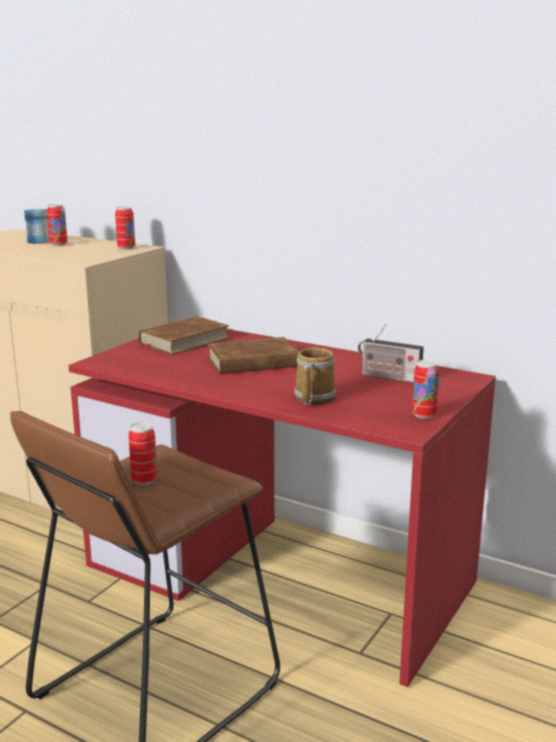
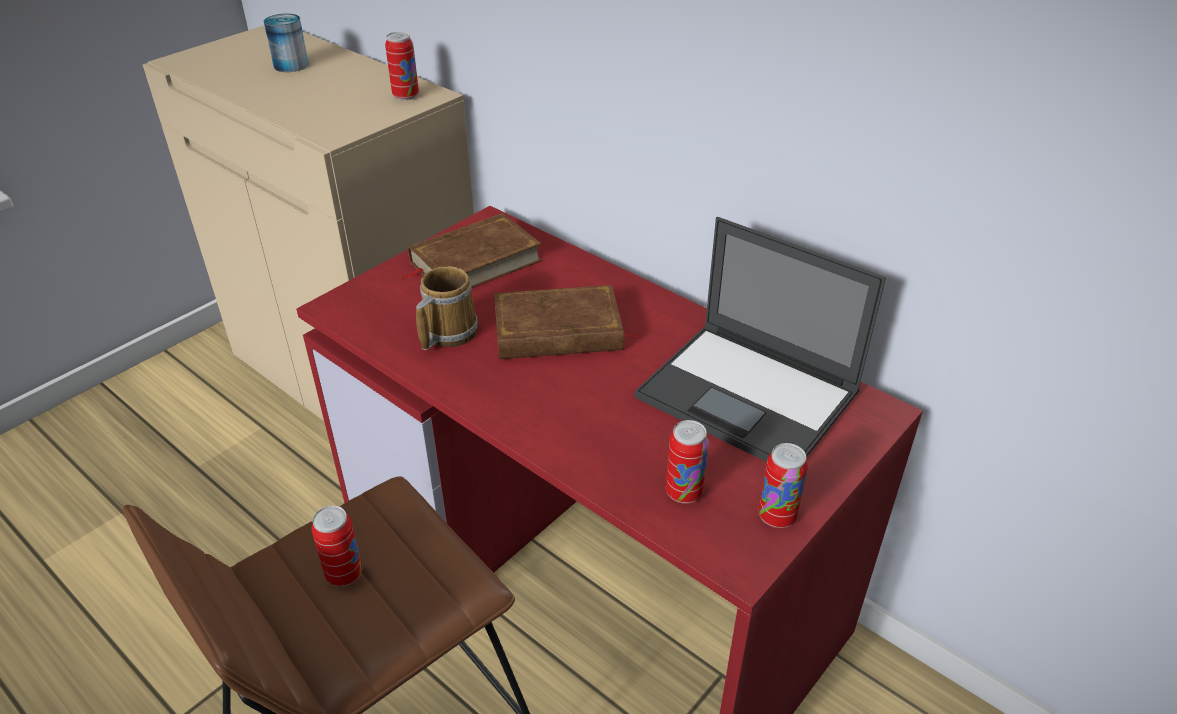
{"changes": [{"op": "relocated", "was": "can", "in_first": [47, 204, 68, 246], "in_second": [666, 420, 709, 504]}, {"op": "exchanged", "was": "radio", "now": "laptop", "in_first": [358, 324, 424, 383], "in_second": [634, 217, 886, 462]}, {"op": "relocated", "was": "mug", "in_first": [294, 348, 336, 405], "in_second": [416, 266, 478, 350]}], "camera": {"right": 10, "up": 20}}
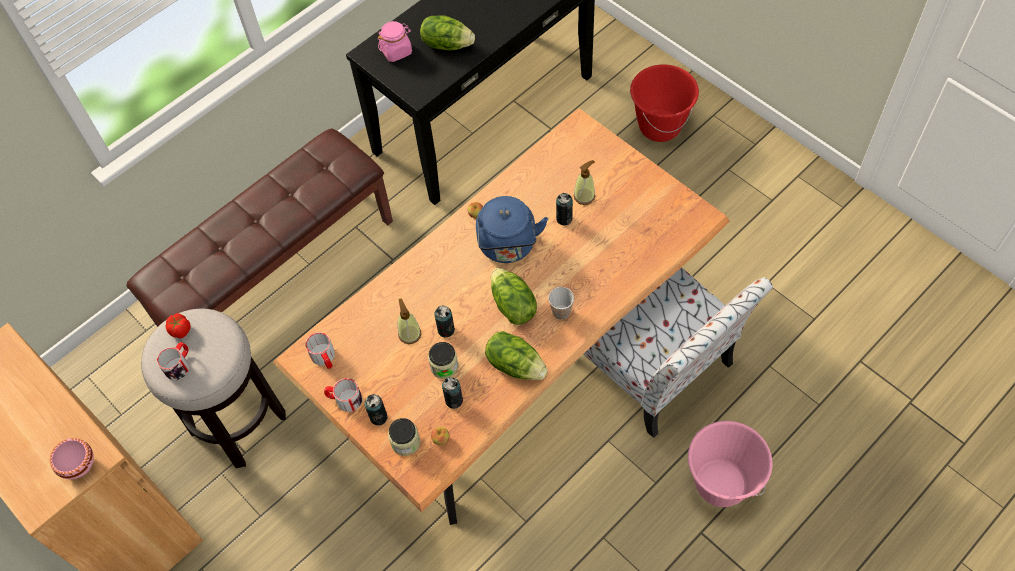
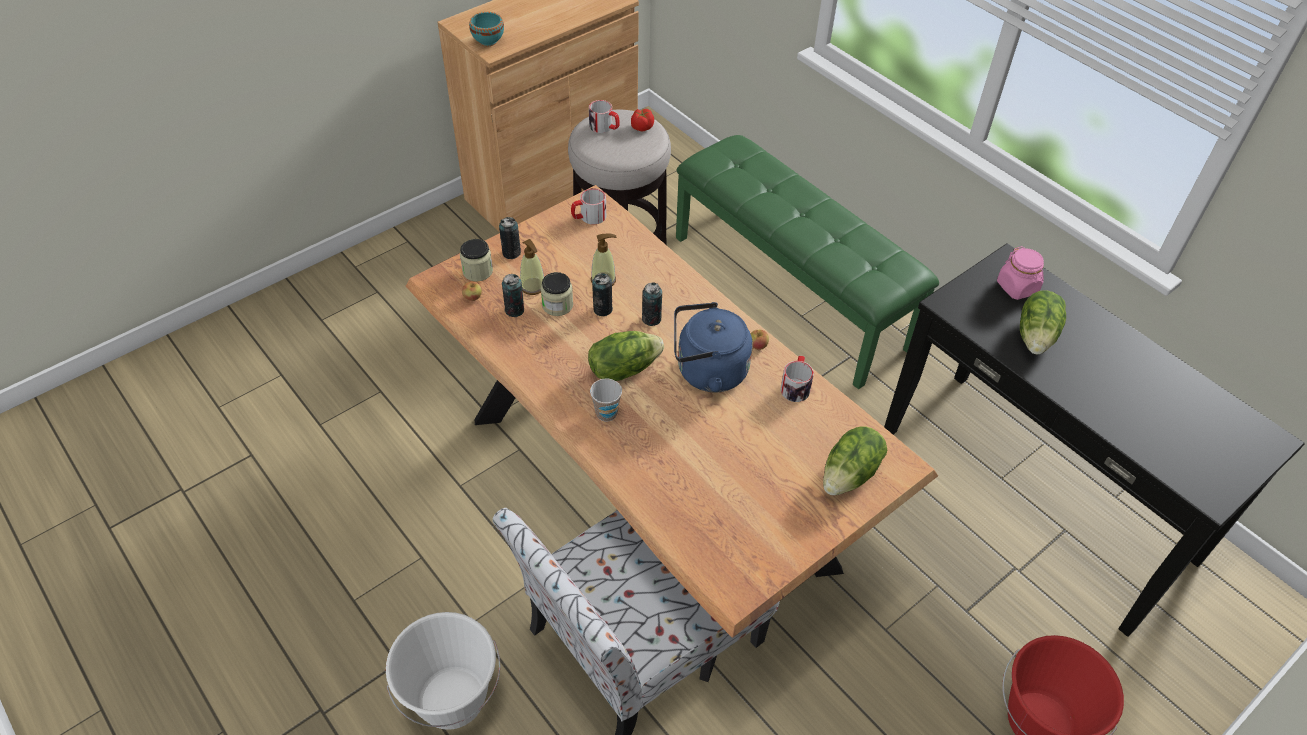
{"changes": [{"op": "colour", "was": "brown bench", "now": "green bench", "in_first": [126, 128, 393, 327], "in_second": [676, 135, 939, 389]}, {"op": "relocated", "was": "soap dispenser", "in_first": [574, 160, 595, 205], "in_second": [520, 239, 544, 295]}, {"op": "relocated", "was": "can", "in_first": [556, 193, 573, 226], "in_second": [642, 282, 662, 326]}, {"op": "relocated", "was": "lettuce", "in_first": [485, 331, 548, 380], "in_second": [823, 426, 887, 495]}, {"op": "relocated", "was": "mug", "in_first": [324, 378, 362, 412], "in_second": [781, 356, 814, 402]}, {"op": "colour", "was": "pink bucket", "now": "white bucket", "in_first": [688, 421, 772, 507], "in_second": [386, 612, 500, 730]}, {"op": "colour", "was": "pink bowl", "now": "turquoise bowl", "in_first": [50, 438, 94, 480], "in_second": [469, 12, 504, 46]}], "camera": {"right": 90, "up": -10}}
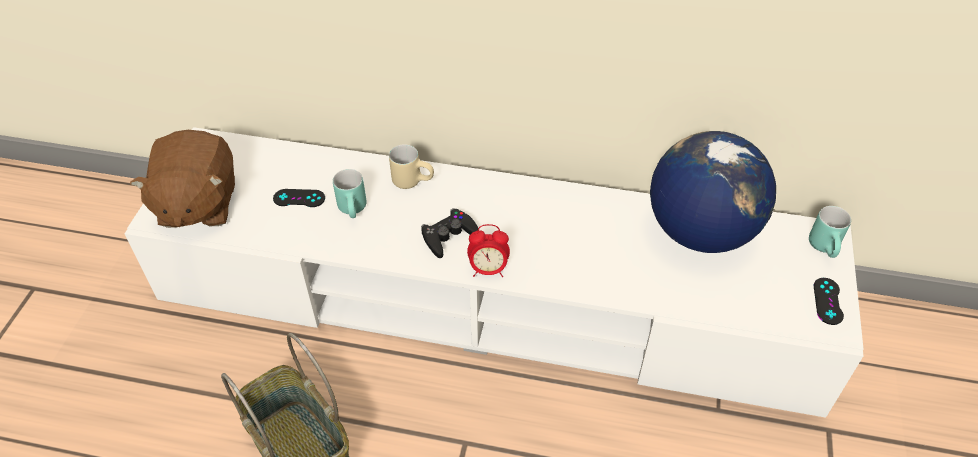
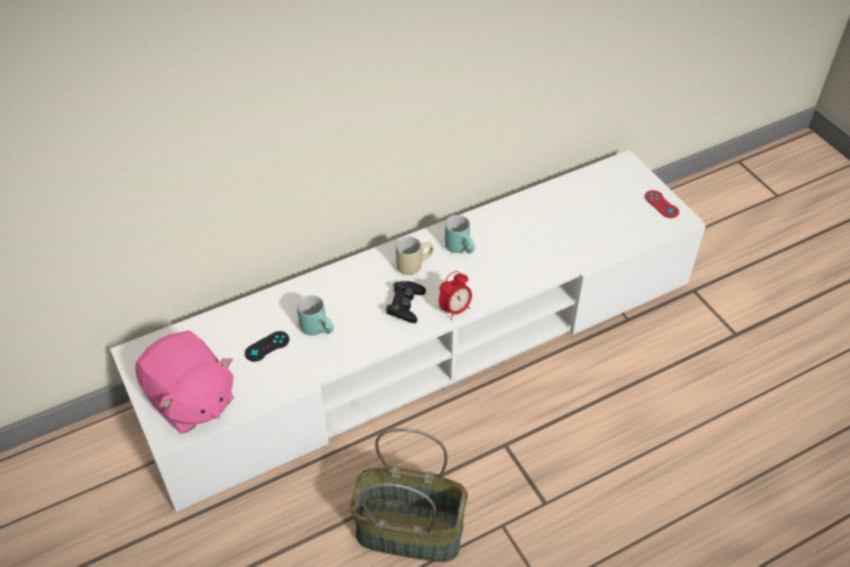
{"changes": [{"op": "colour", "was": "brown plush toy", "now": "pink plush toy", "in_first": [130, 130, 235, 228], "in_second": [135, 331, 234, 434]}, {"op": "missing", "was": "globe", "in_first": [650, 131, 776, 253]}, {"op": "relocated", "was": "beige mug", "in_first": [389, 144, 434, 189], "in_second": [396, 236, 434, 275]}, {"op": "relocated", "was": "turquoise mug", "in_first": [809, 206, 851, 258], "in_second": [444, 215, 475, 253]}, {"op": "colour", "was": "black game controller", "now": "red game controller", "in_first": [814, 278, 844, 325], "in_second": [645, 190, 679, 218]}], "camera": {"right": -40, "up": 0}}
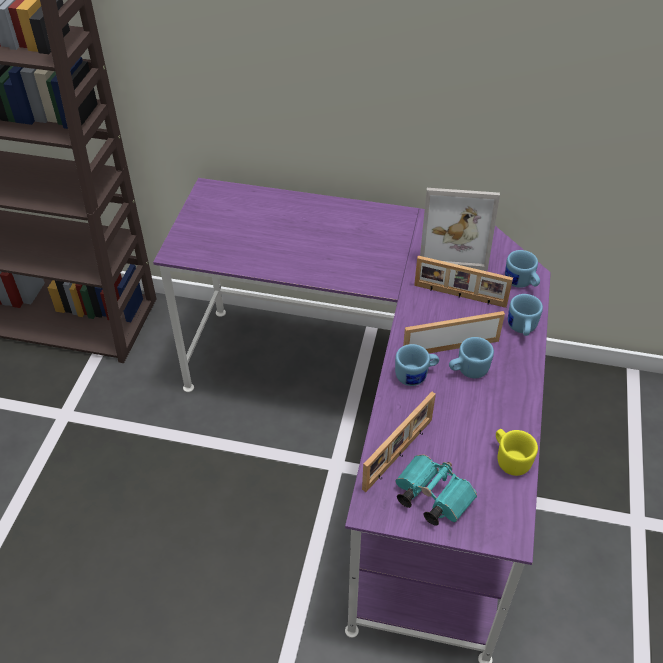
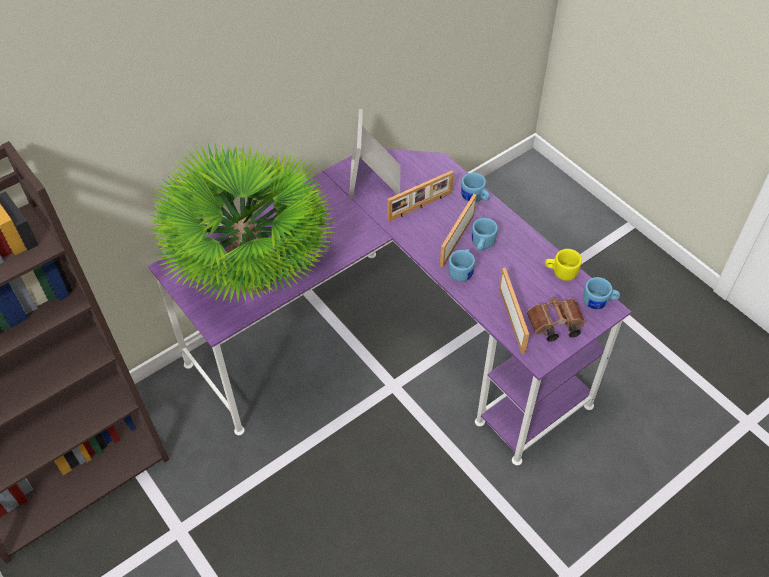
{"changes": [{"op": "spun", "was": "picture frame", "in_first": [420, 188, 500, 271], "in_second": [349, 109, 401, 199], "clockwise": 135}, {"op": "relocated", "was": "blue mug", "in_first": [505, 250, 540, 288], "in_second": [583, 277, 620, 310]}, {"op": "colour", "was": "turquoise binoculars", "now": "brown binoculars", "in_first": [396, 454, 477, 526], "in_second": [527, 297, 585, 342]}, {"op": "appeared", "now": "potted plant", "in_second": [150, 143, 336, 303]}], "camera": {"right": -50, "up": 5}}
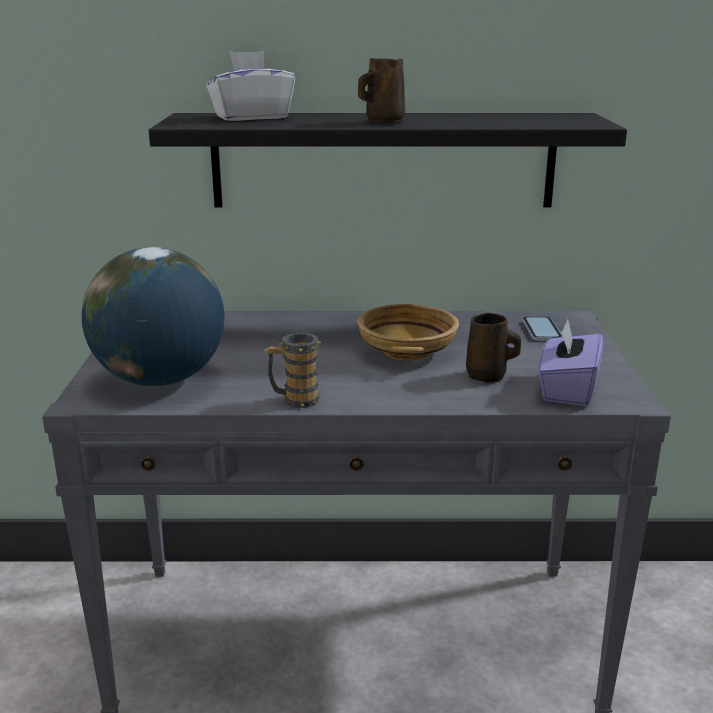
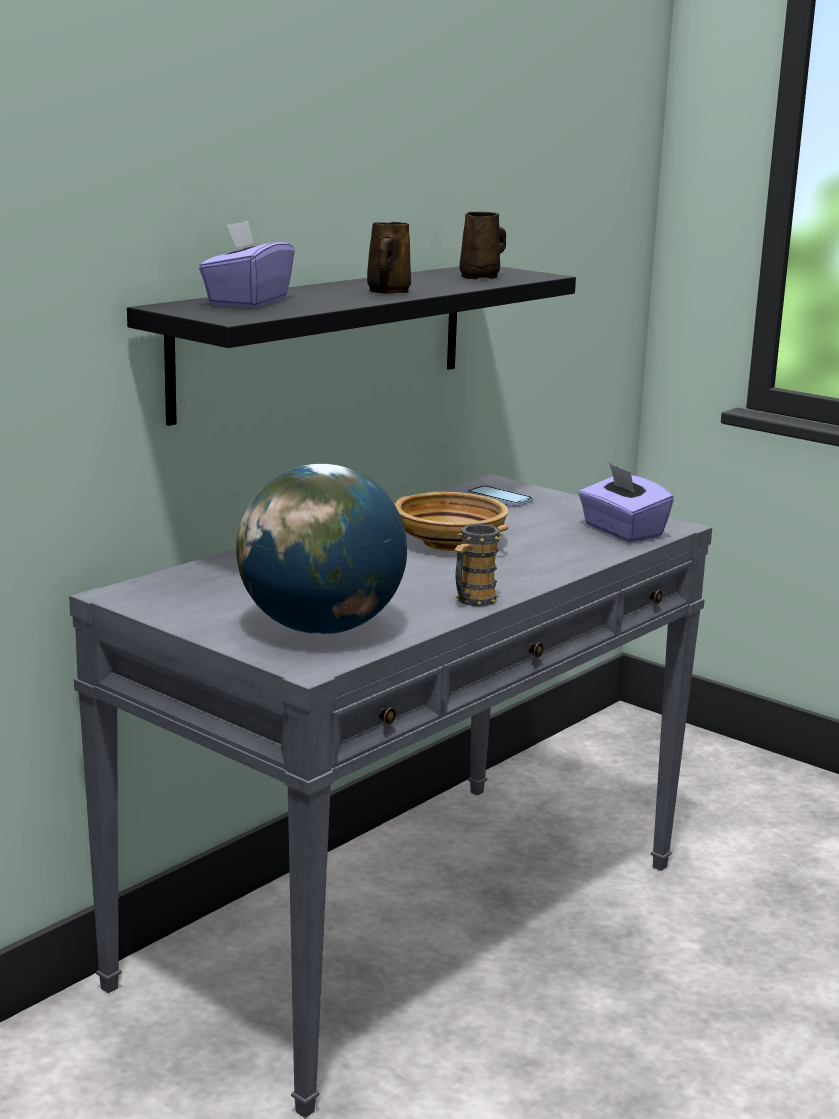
{"changes": [{"op": "colour", "was": "white tissue box", "now": "purple tissue box", "in_first": [206, 51, 295, 121], "in_second": [199, 221, 295, 308]}, {"op": "relocated", "was": "brown mug", "in_first": [466, 313, 521, 383], "in_second": [459, 212, 506, 279]}], "camera": {"right": -50, "up": -5}}
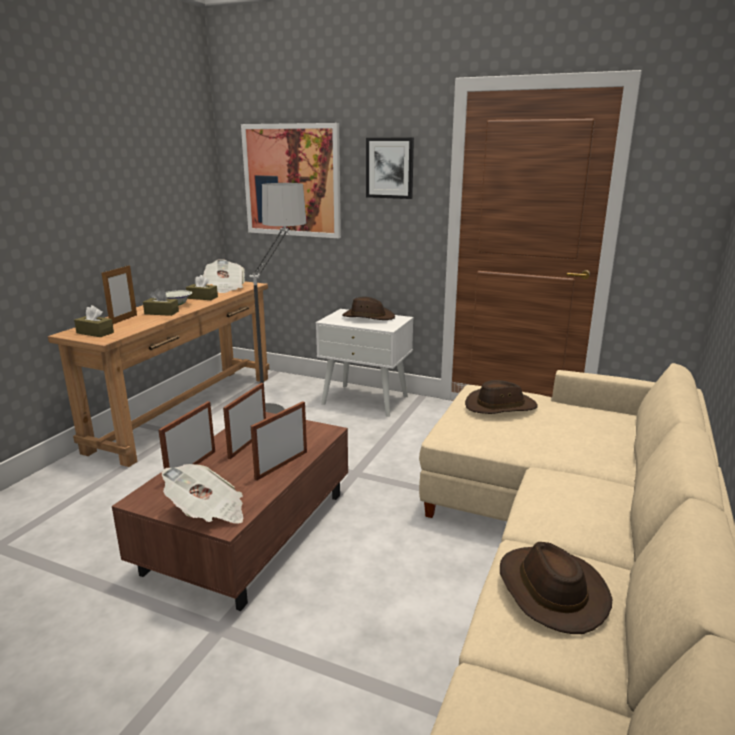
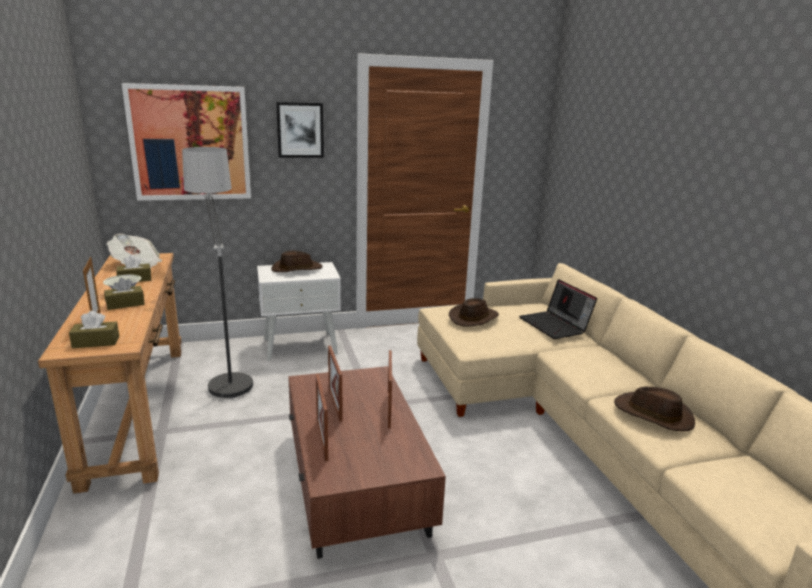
{"changes": [{"op": "missing", "was": "newspaper", "in_first": [161, 464, 243, 524]}, {"op": "appeared", "now": "laptop", "in_second": [519, 279, 597, 339]}], "camera": {"right": -40, "up": 0}}
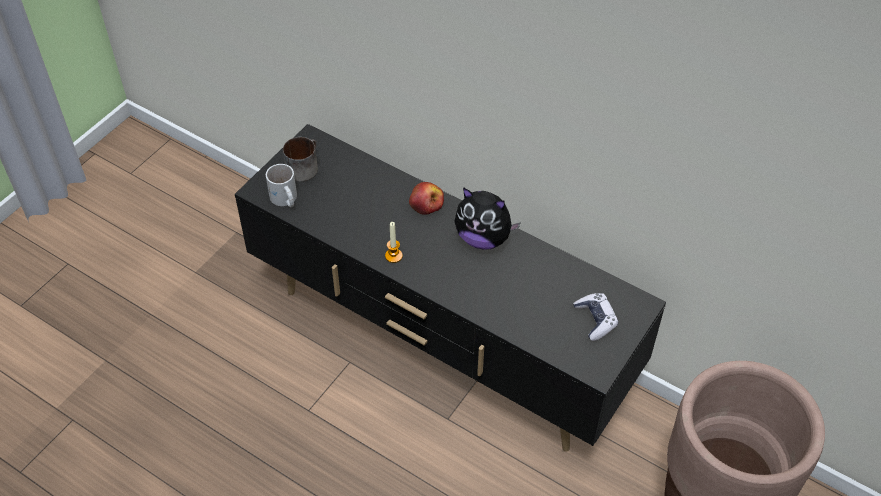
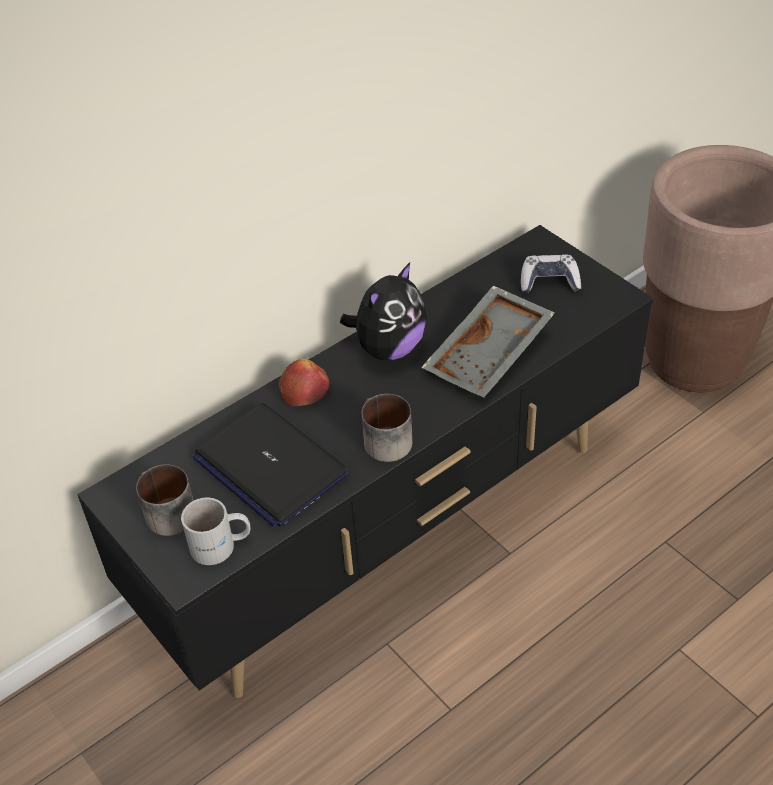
{"changes": [{"op": "exchanged", "was": "candle", "now": "mug", "in_first": [385, 222, 403, 263], "in_second": [362, 394, 412, 462]}, {"op": "appeared", "now": "grey tray", "in_second": [421, 286, 555, 398]}, {"op": "appeared", "now": "laptop", "in_second": [193, 403, 349, 527]}], "camera": {"right": -70, "up": -5}}
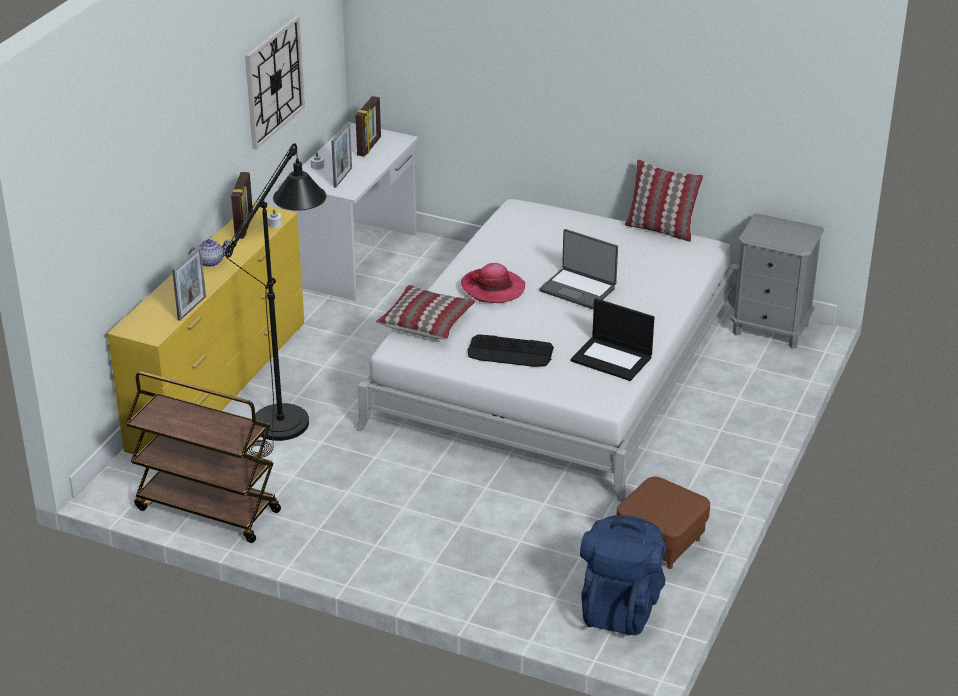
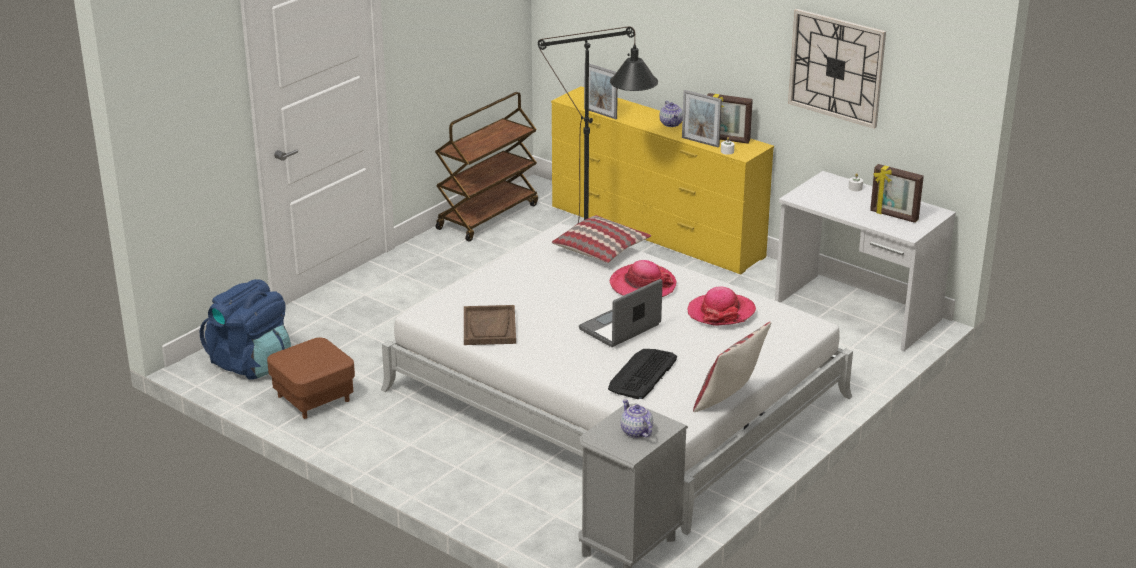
{"changes": [{"op": "relocated", "was": "picture frame", "in_first": [331, 122, 352, 188], "in_second": [682, 90, 722, 148]}, {"op": "exchanged", "was": "laptop", "now": "brown tray", "in_first": [570, 298, 654, 381], "in_second": [464, 305, 516, 345]}, {"op": "relocated", "was": "keyboard", "in_first": [468, 334, 554, 367], "in_second": [608, 349, 677, 399]}, {"op": "appeared", "now": "hat", "in_second": [688, 286, 756, 326]}, {"op": "appeared", "now": "teapot", "in_second": [621, 399, 653, 438]}], "camera": {"right": 105, "up": -5}}
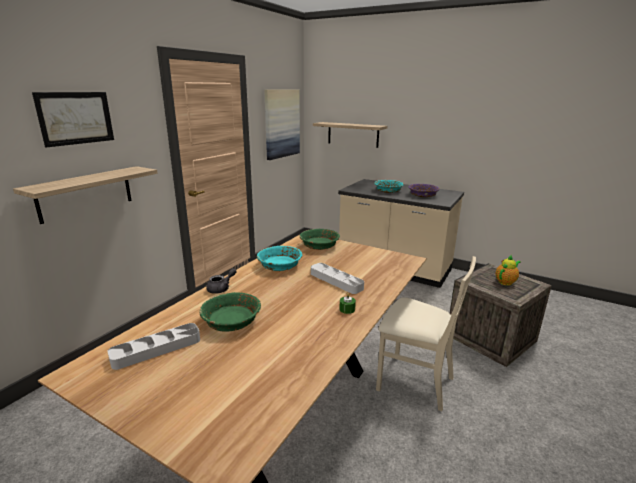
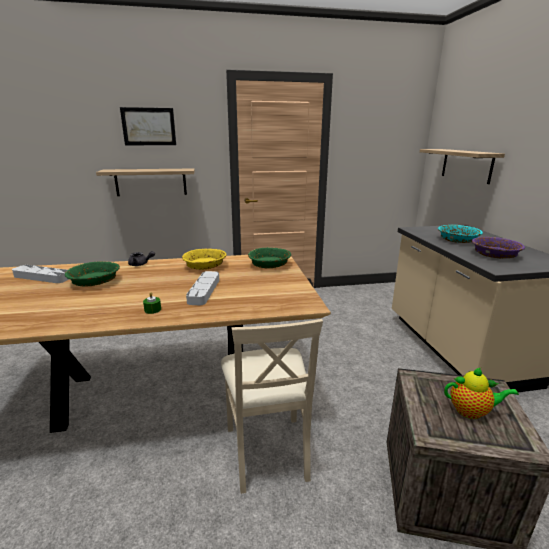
{"changes": [{"op": "missing", "was": "picture", "in_first": [264, 89, 300, 160]}, {"op": "colour", "was": "turquoise bowl", "now": "yellow bowl", "in_first": [257, 246, 302, 271], "in_second": [182, 248, 226, 270]}], "camera": {"right": 50, "up": 0}}
